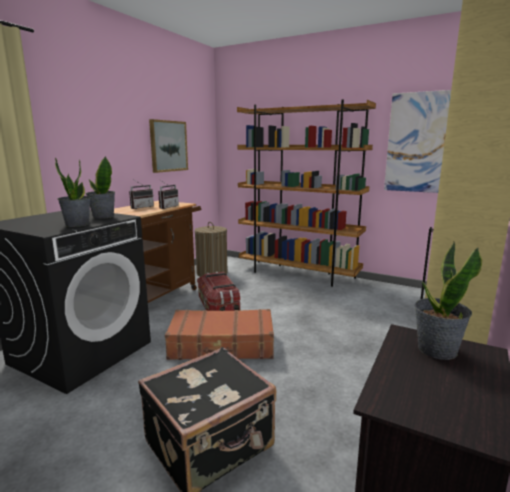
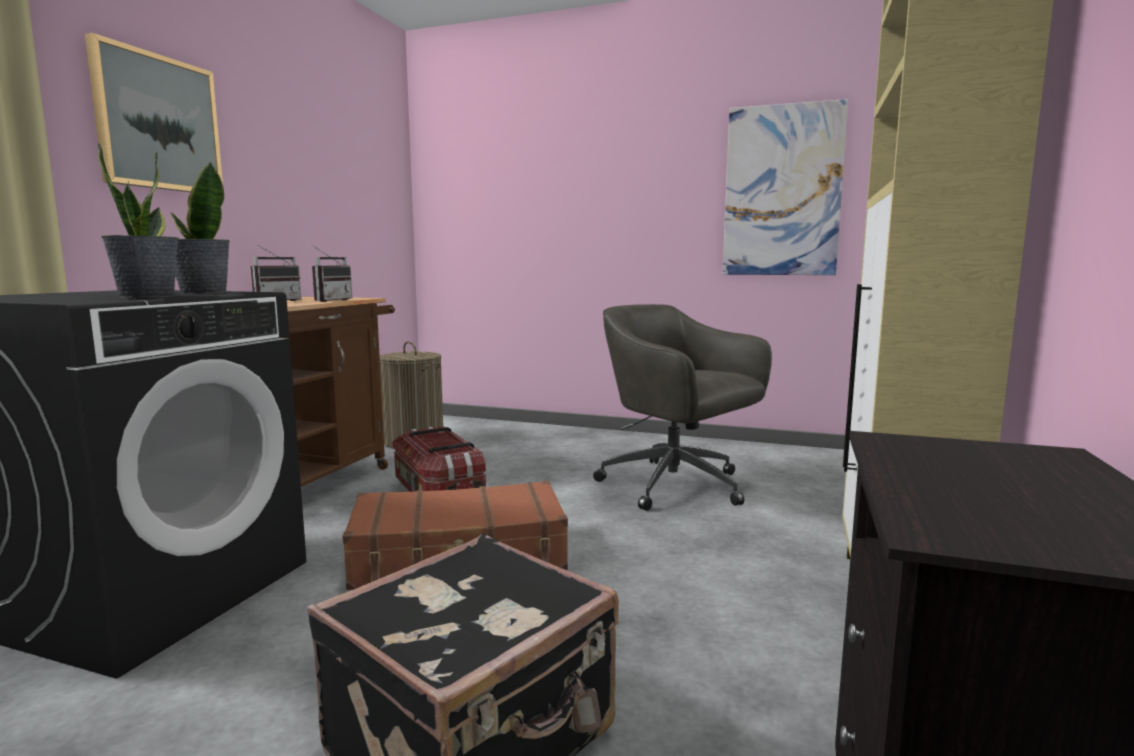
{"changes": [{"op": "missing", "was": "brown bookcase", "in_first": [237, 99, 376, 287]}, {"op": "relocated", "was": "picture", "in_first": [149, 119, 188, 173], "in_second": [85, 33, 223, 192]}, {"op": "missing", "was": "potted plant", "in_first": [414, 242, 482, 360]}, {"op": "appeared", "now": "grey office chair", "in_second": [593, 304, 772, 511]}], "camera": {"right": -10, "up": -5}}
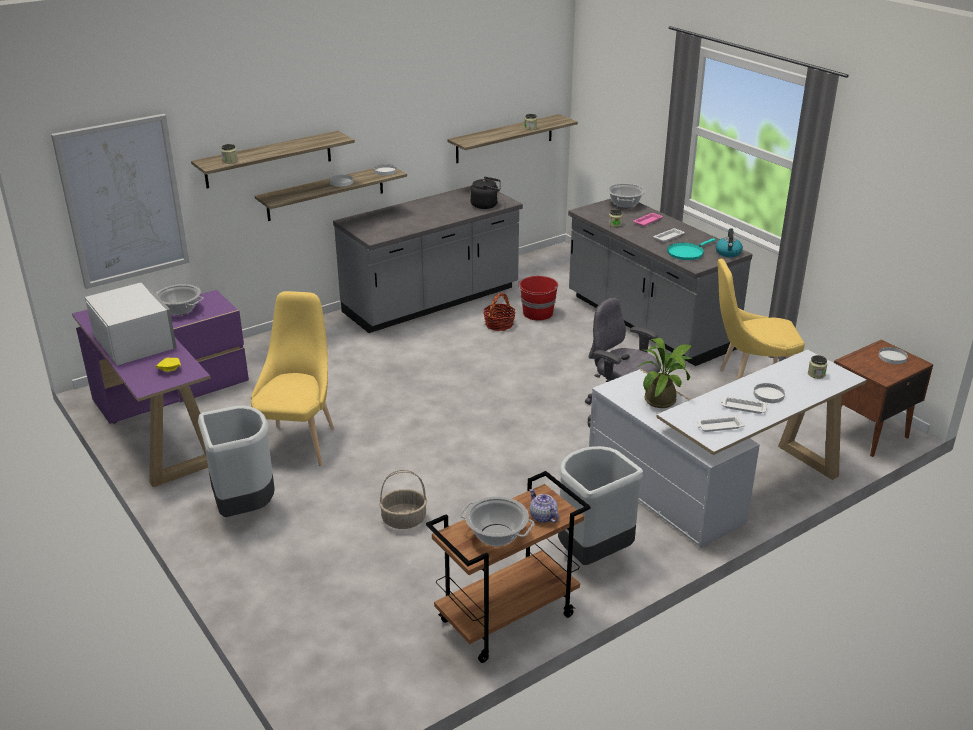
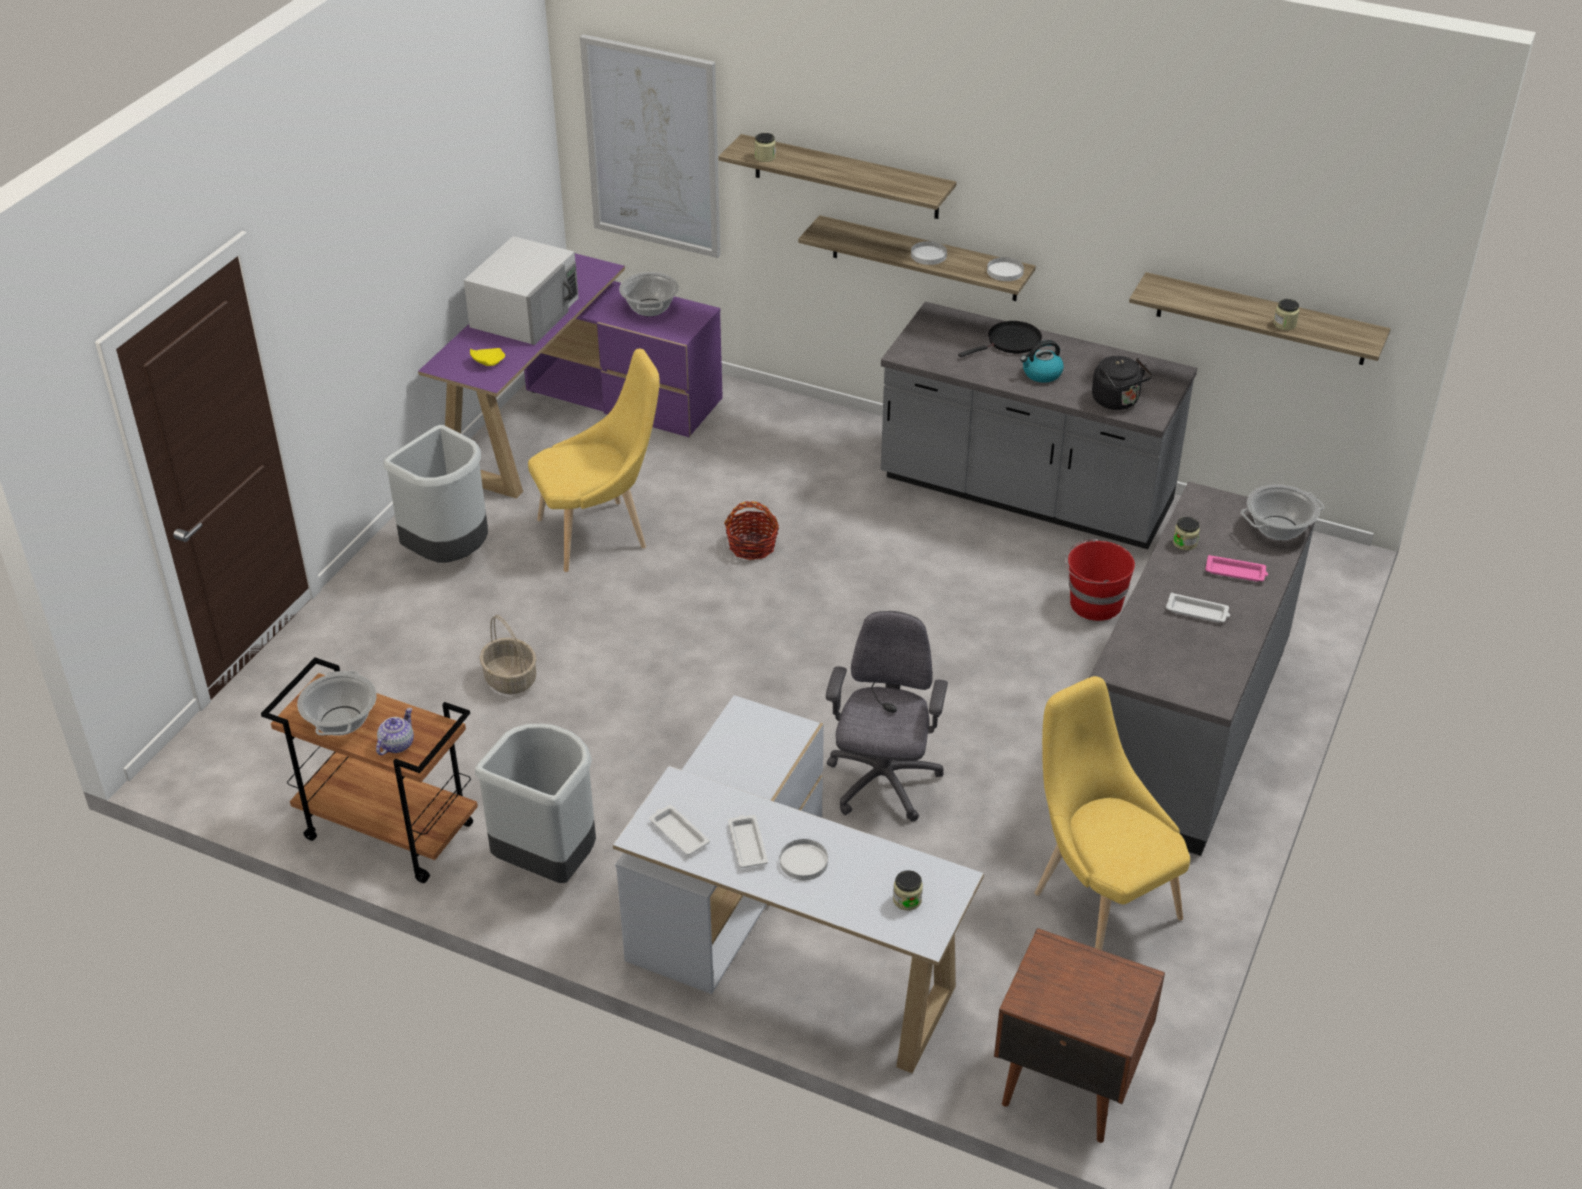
{"changes": [{"op": "relocated", "was": "kettle", "in_first": [716, 229, 743, 257], "in_second": [1020, 340, 1064, 383]}, {"op": "missing", "was": "turquoise frying pan", "in_first": [667, 238, 716, 260]}, {"op": "relocated", "was": "basket", "in_first": [483, 293, 515, 331], "in_second": [724, 501, 779, 560]}, {"op": "missing", "was": "potted plant", "in_first": [637, 338, 693, 408]}, {"op": "missing", "was": "white plate", "in_first": [878, 347, 908, 364]}, {"op": "appeared", "now": "black frying pan", "in_second": [958, 321, 1042, 358]}], "camera": {"right": 60, "up": 10}}
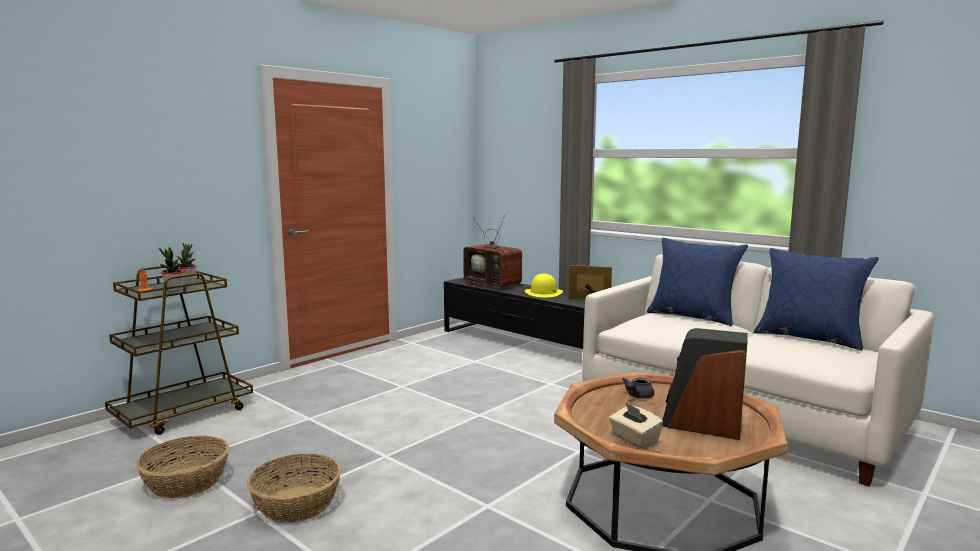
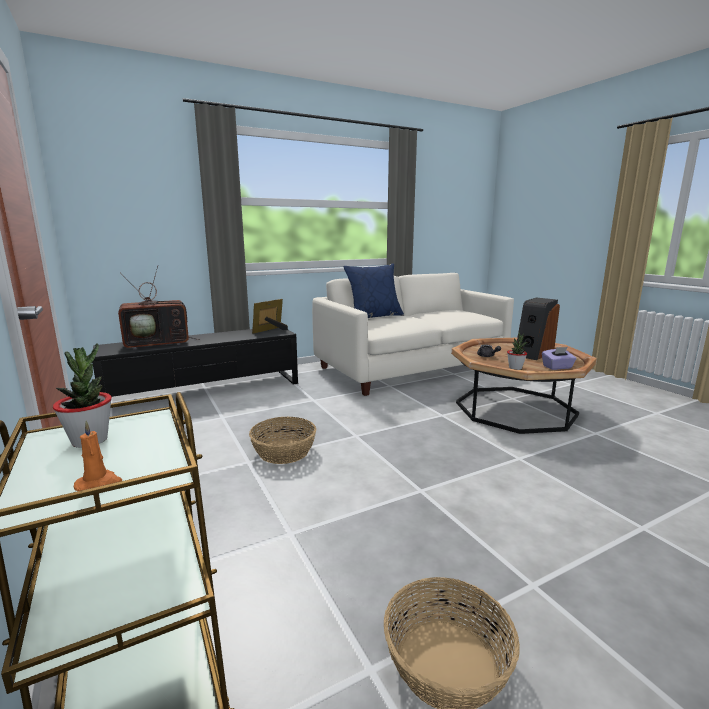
{"changes": [{"op": "relocated", "was": "potted plant", "in_first": [159, 247, 186, 292], "in_second": [507, 333, 528, 370]}, {"op": "missing", "was": "blue pillow", "in_first": [754, 248, 879, 351]}, {"op": "missing", "was": "yellow hat", "in_first": [525, 274, 563, 297]}, {"op": "colour", "was": "beige tissue box", "now": "purple tissue box", "in_first": [609, 403, 663, 448], "in_second": [542, 347, 577, 370]}, {"op": "relocated", "was": "basket", "in_first": [247, 454, 341, 523], "in_second": [249, 416, 316, 464]}], "camera": {"right": -70, "up": 5}}
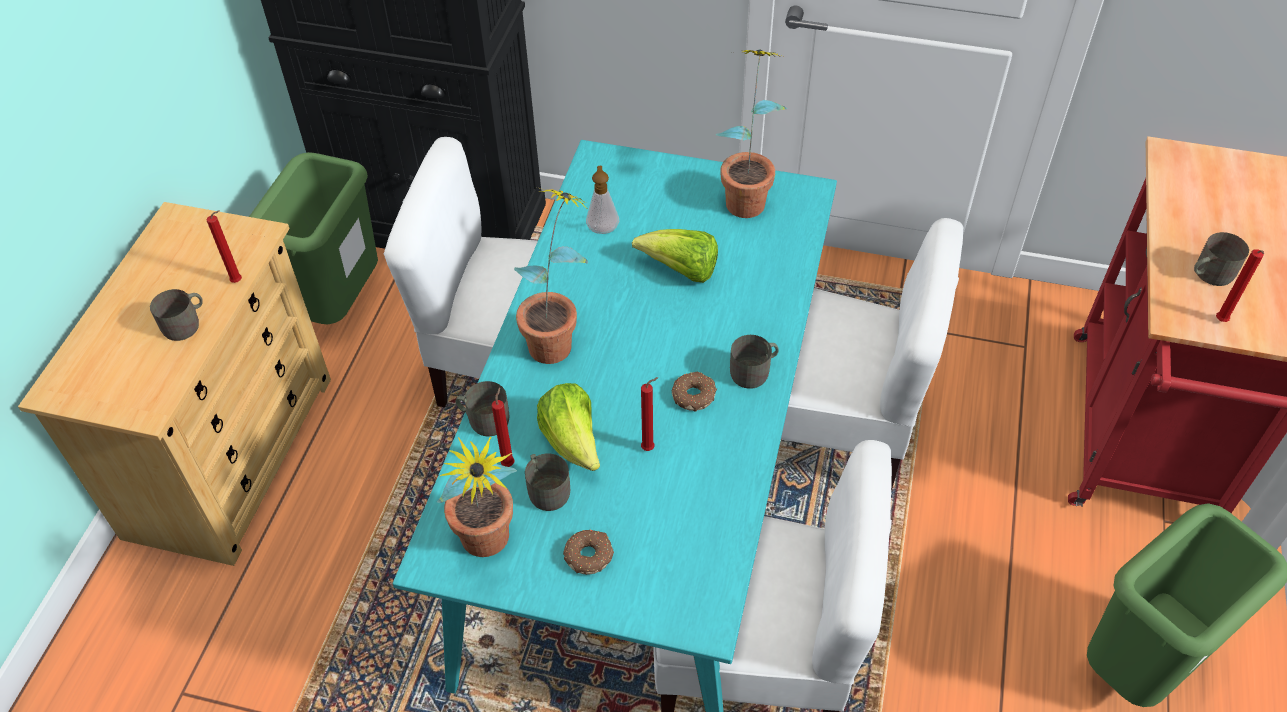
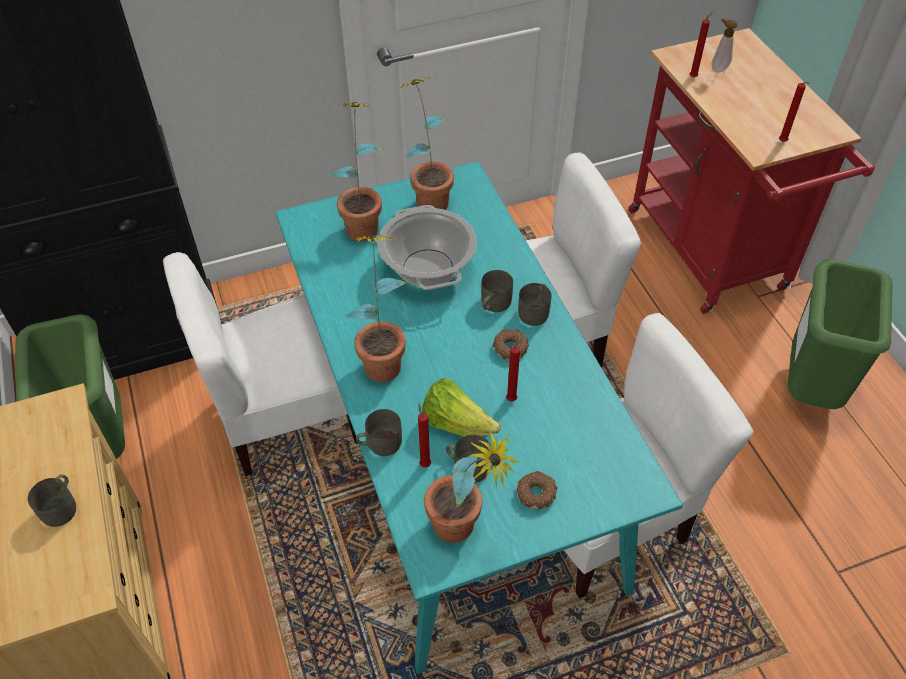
{"changes": [{"op": "relocated", "was": "soap dispenser", "in_first": [586, 166, 619, 234], "in_second": [711, 18, 737, 72]}, {"op": "relocated", "was": "red candle", "in_first": [207, 210, 242, 283], "in_second": [690, 12, 713, 77]}, {"op": "exchanged", "was": "lettuce", "now": "cooking pot", "in_first": [632, 229, 718, 283], "in_second": [377, 205, 477, 290]}, {"op": "relocated", "was": "grey mug", "in_first": [1194, 232, 1249, 286], "in_second": [481, 270, 513, 312]}, {"op": "appeared", "now": "potted plant", "in_second": [328, 102, 384, 241]}], "camera": {"right": -35, "up": 0}}
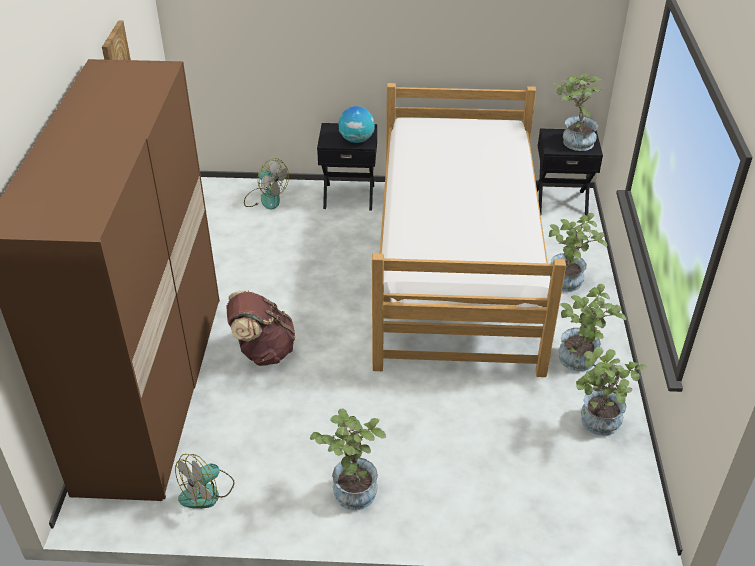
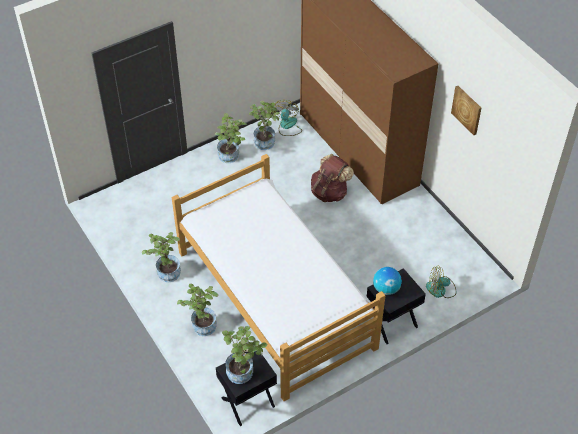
{"changes": [{"op": "relocated", "was": "potted plant", "in_first": [576, 347, 647, 436], "in_second": [249, 101, 280, 150]}], "camera": {"right": 145, "up": 10}}
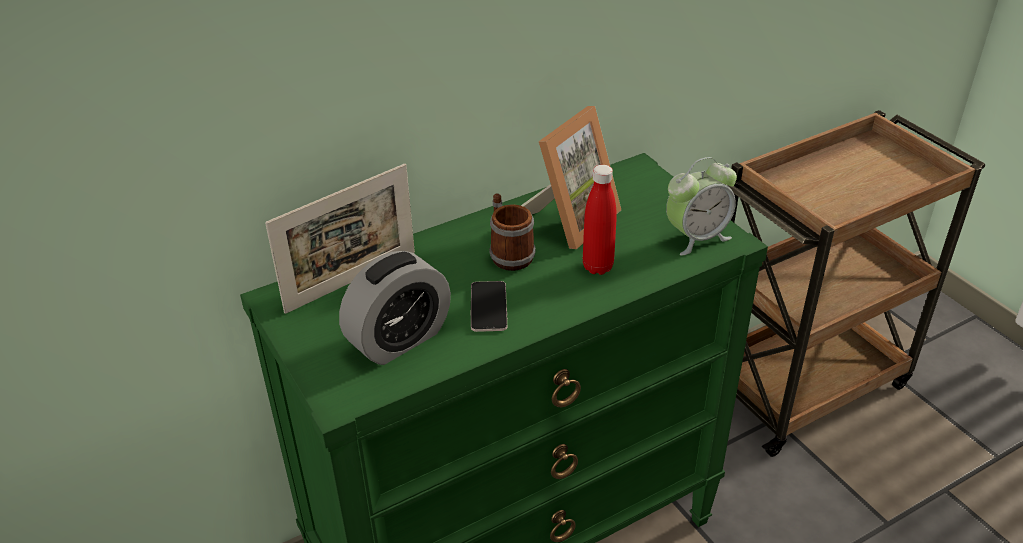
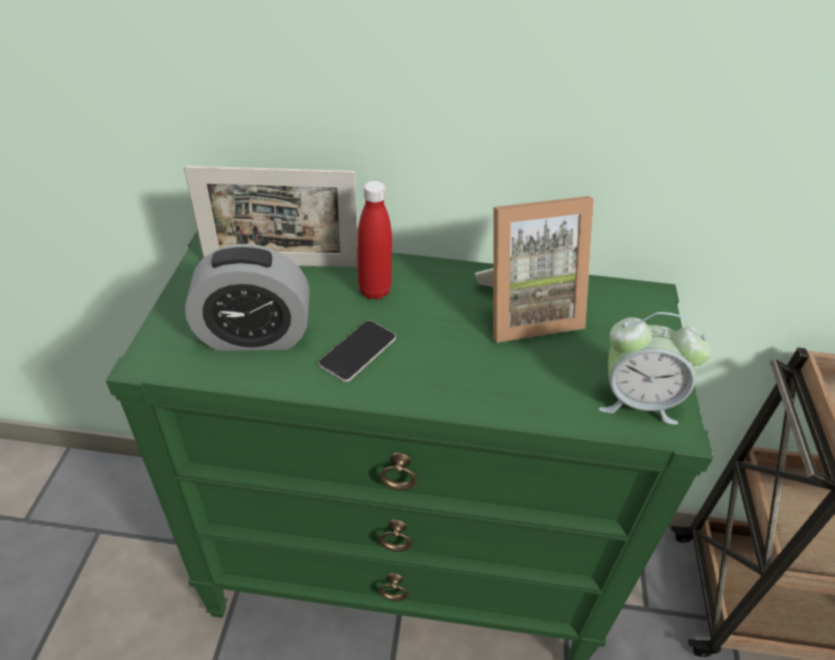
{"changes": [{"op": "relocated", "was": "red bottle", "in_first": [583, 165, 617, 275], "in_second": [357, 181, 392, 300]}, {"op": "missing", "was": "mug", "in_first": [489, 194, 536, 271]}], "camera": {"right": 35, "up": 5}}
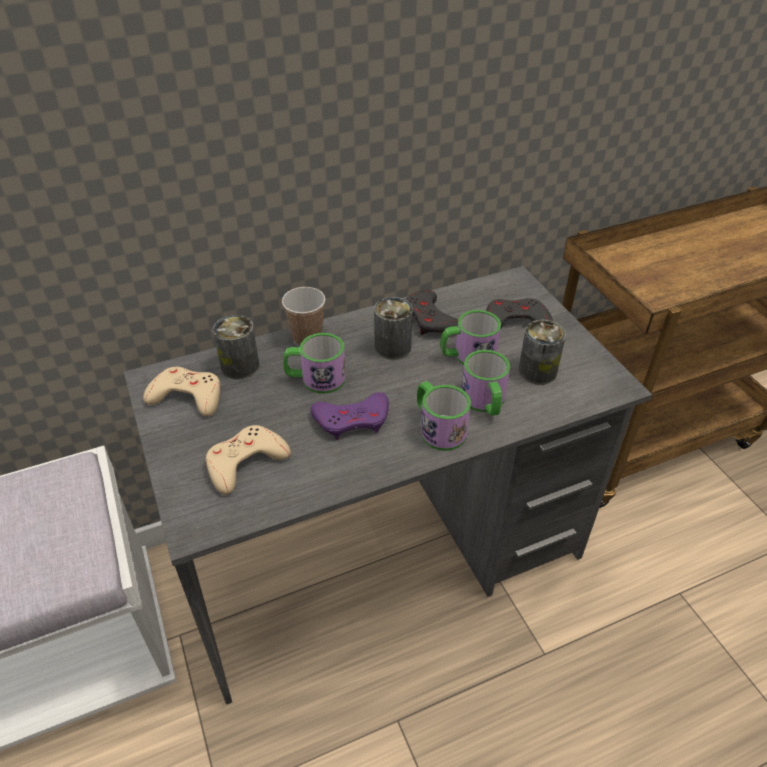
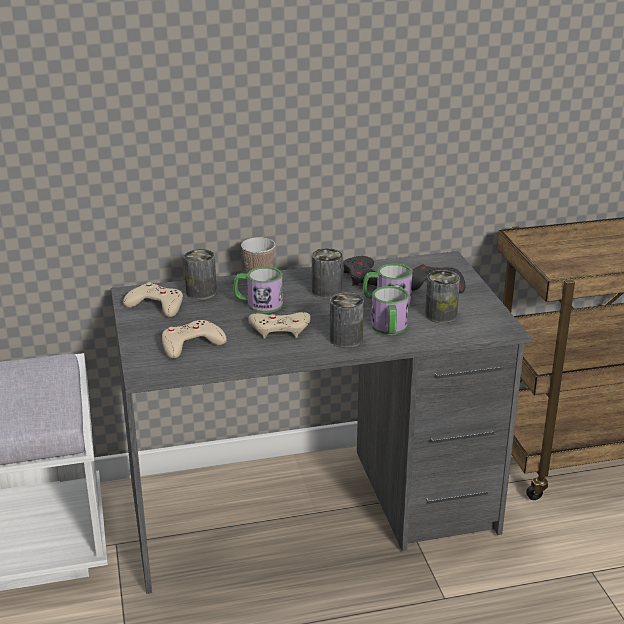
{"changes": [{"op": "exchanged", "was": "mug", "now": "can", "in_first": [417, 381, 471, 451], "in_second": [330, 293, 364, 348]}, {"op": "colour", "was": "purple game controller", "now": "beige game controller", "in_first": [311, 392, 389, 440], "in_second": [248, 312, 311, 339]}], "camera": {"right": 10, "up": -15}}
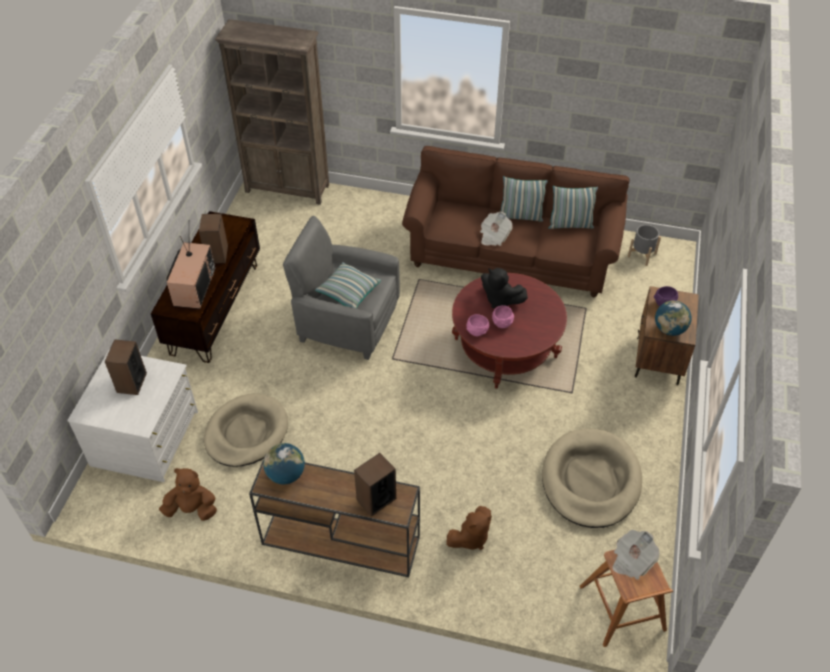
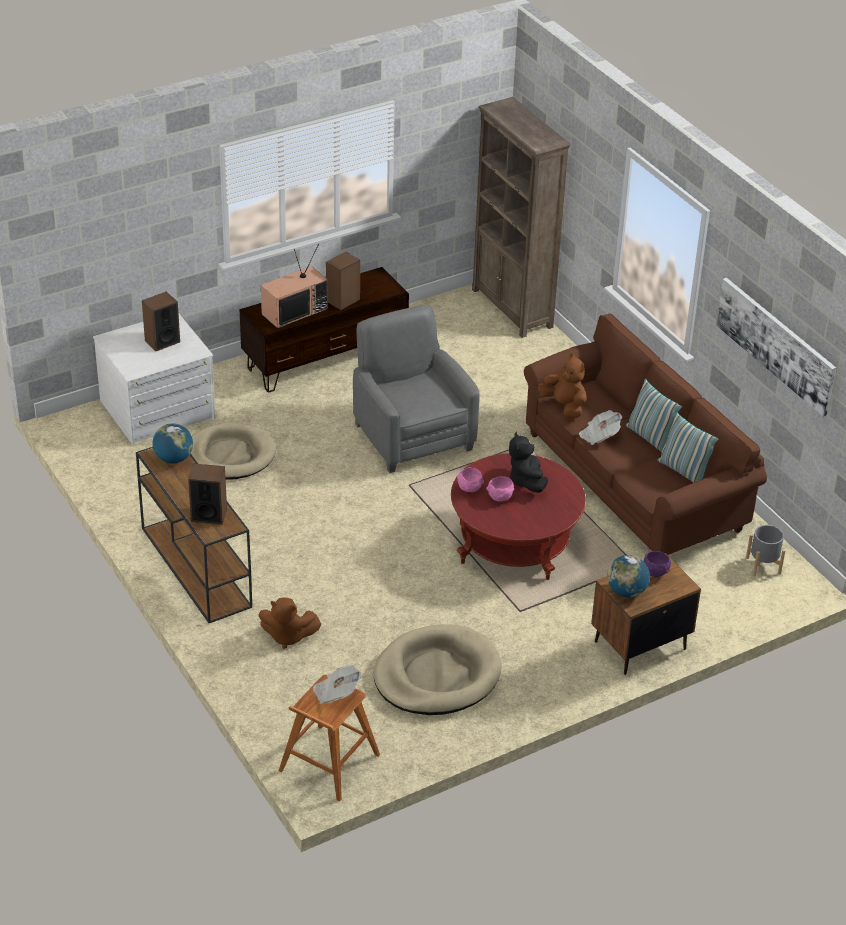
{"changes": [{"op": "missing", "was": "pillow", "in_first": [315, 262, 381, 308]}, {"op": "relocated", "was": "brown plush toy", "in_first": [159, 468, 217, 521], "in_second": [538, 353, 587, 418]}, {"op": "appeared", "now": "picture", "in_second": [716, 278, 836, 417]}], "camera": {"right": 45, "up": -10}}
